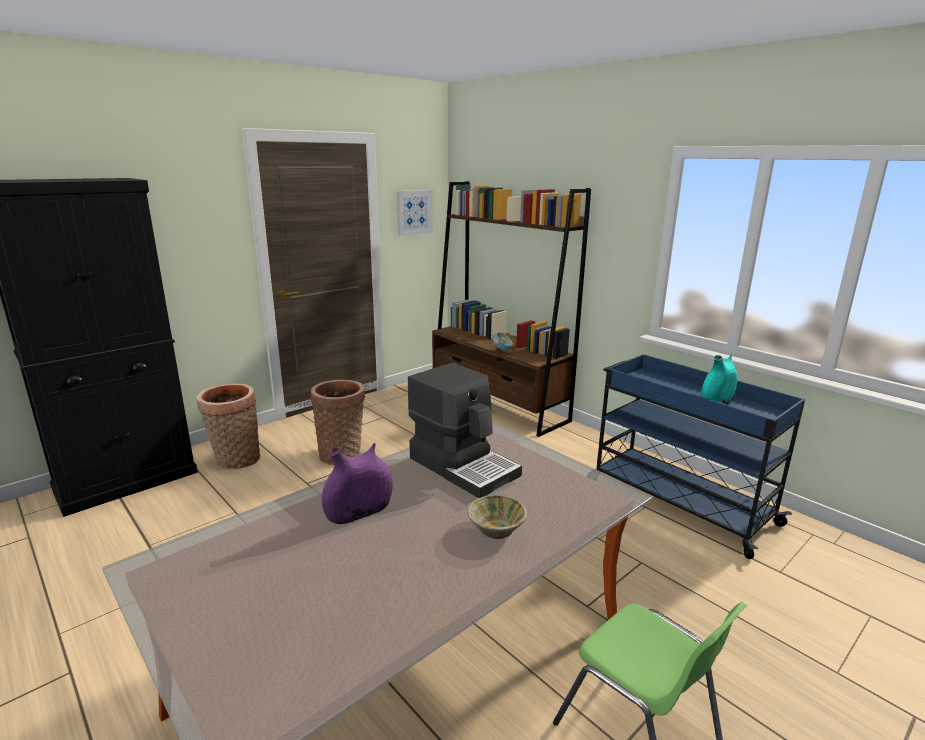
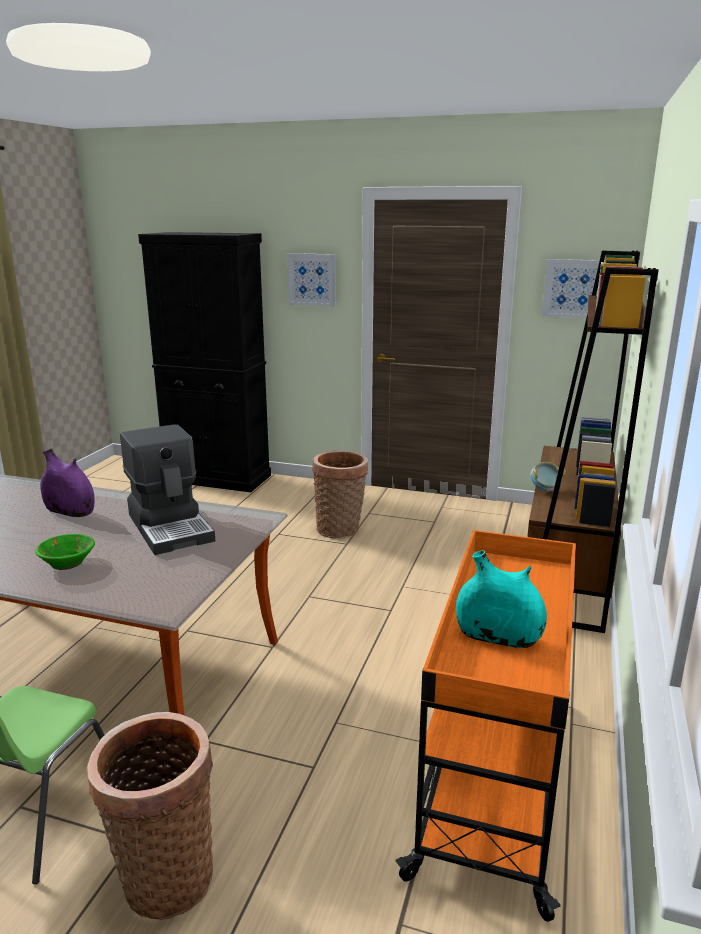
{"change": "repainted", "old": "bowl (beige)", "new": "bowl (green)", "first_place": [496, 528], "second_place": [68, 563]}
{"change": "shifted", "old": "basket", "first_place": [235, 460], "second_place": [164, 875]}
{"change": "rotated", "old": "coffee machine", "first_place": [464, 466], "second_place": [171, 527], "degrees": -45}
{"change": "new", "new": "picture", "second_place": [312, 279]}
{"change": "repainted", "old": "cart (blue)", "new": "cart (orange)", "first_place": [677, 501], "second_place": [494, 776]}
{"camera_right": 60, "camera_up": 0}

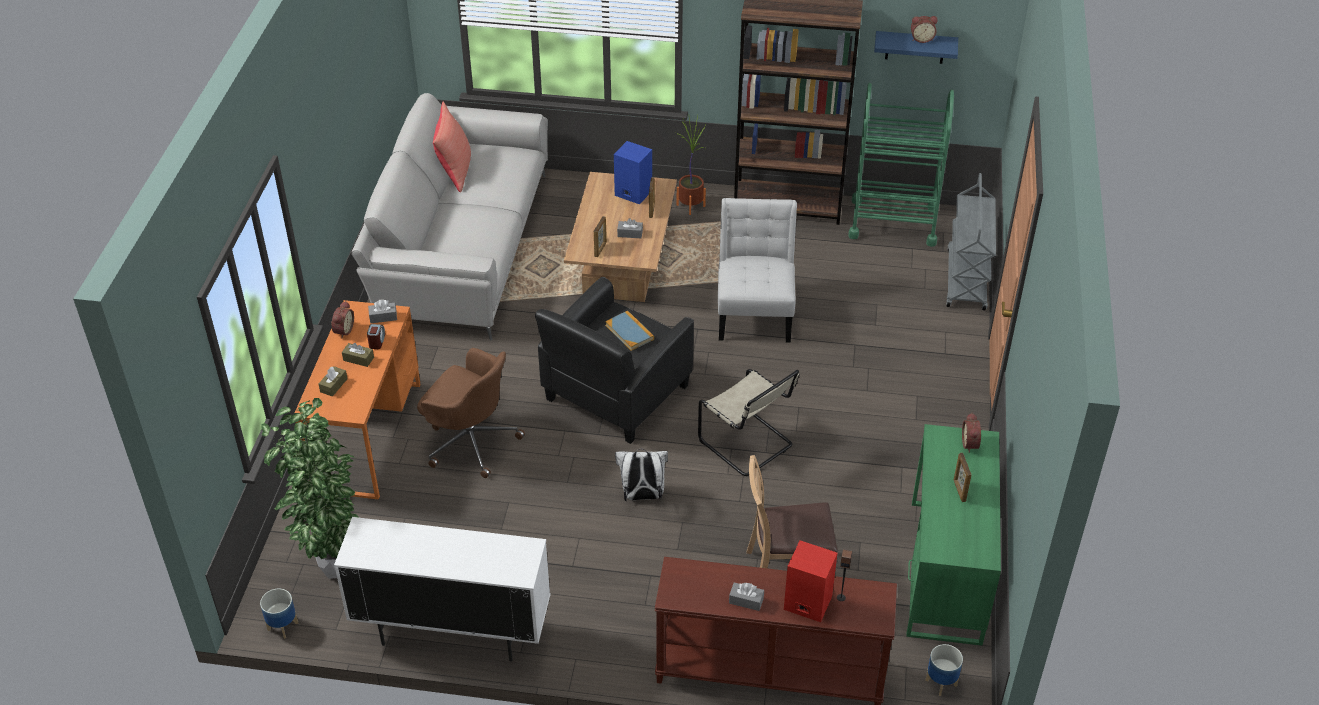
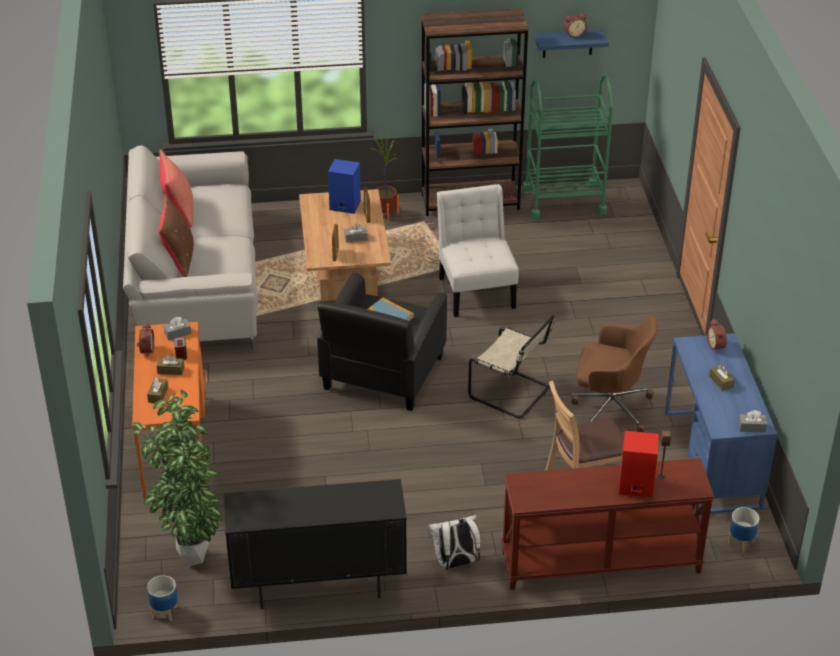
{"change": "new", "new": "pillow (brown)", "second_place": [179, 258]}
{"change": "repainted", "old": "cabinet (white)", "new": "cabinet (black)", "first_place": [452, 631], "second_place": [318, 585]}
{"change": "shifted", "old": "backpack (white)", "first_place": [642, 496], "second_place": [455, 563]}
{"change": "shifted", "old": "office chair (brown)", "first_place": [470, 440], "second_place": [609, 407]}
{"change": "repainted", "old": "desk (green)", "new": "desk (blue)", "first_place": [945, 571], "second_place": [711, 459]}
{"change": "swapped", "old": "picture frame", "new": "tissue box (brown)", "first_place": [959, 490], "second_place": [721, 381]}
{"change": "shifted", "old": "tissue box (grey)", "first_place": [746, 600], "second_place": [752, 427]}
{"change": "gone", "old": "cart (grey)", "first_place": [966, 280]}
{"camera_right": -15, "camera_up": -5}

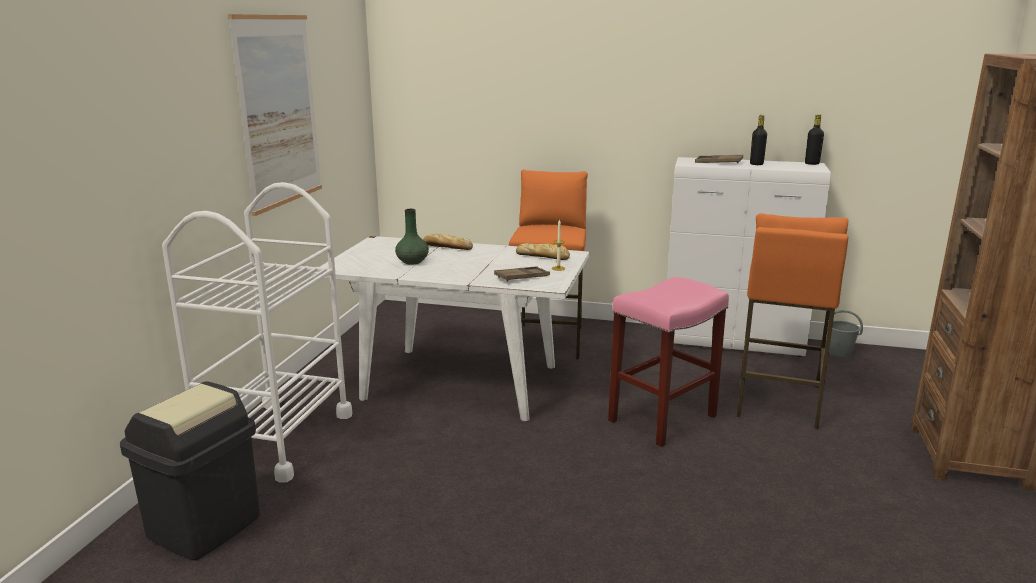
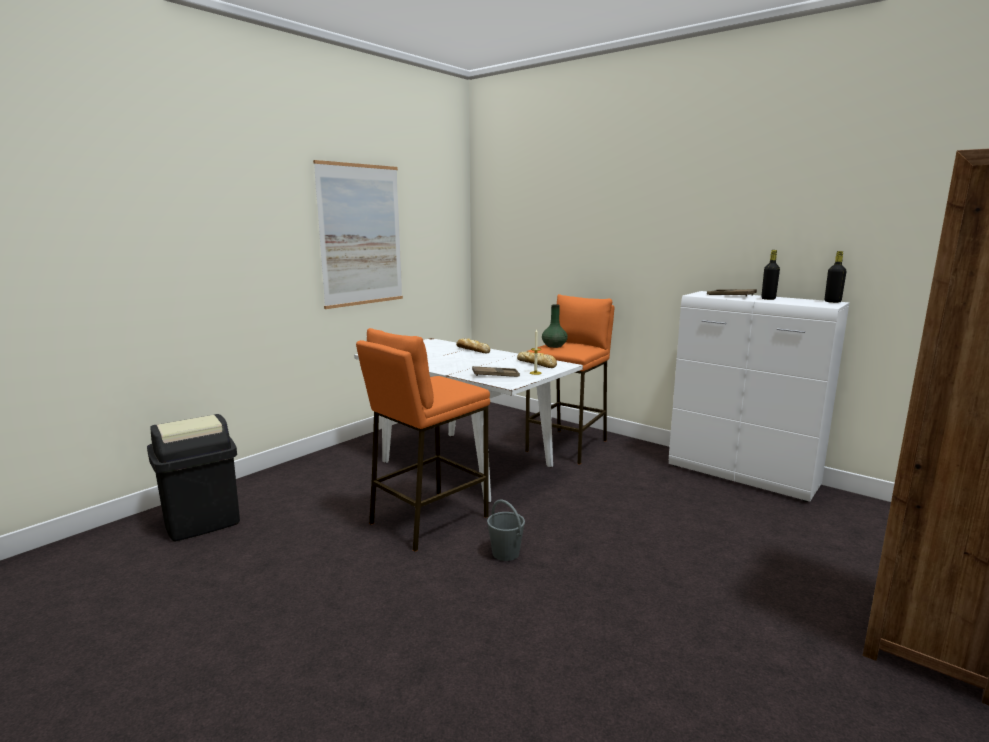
{"change": "shifted", "old": "stool (orange)", "first_place": [777, 401], "second_place": [428, 519]}
{"change": "shifted", "old": "bucket (grey)", "first_place": [840, 353], "second_place": [506, 554]}
{"change": "shifted", "old": "vase (green)", "first_place": [412, 261], "second_place": [554, 346]}
{"change": "gone", "old": "cart (white)", "first_place": [276, 439]}
{"change": "gone", "old": "stool (pink)", "first_place": [662, 419]}
{"camera_right": 25, "camera_up": -5}

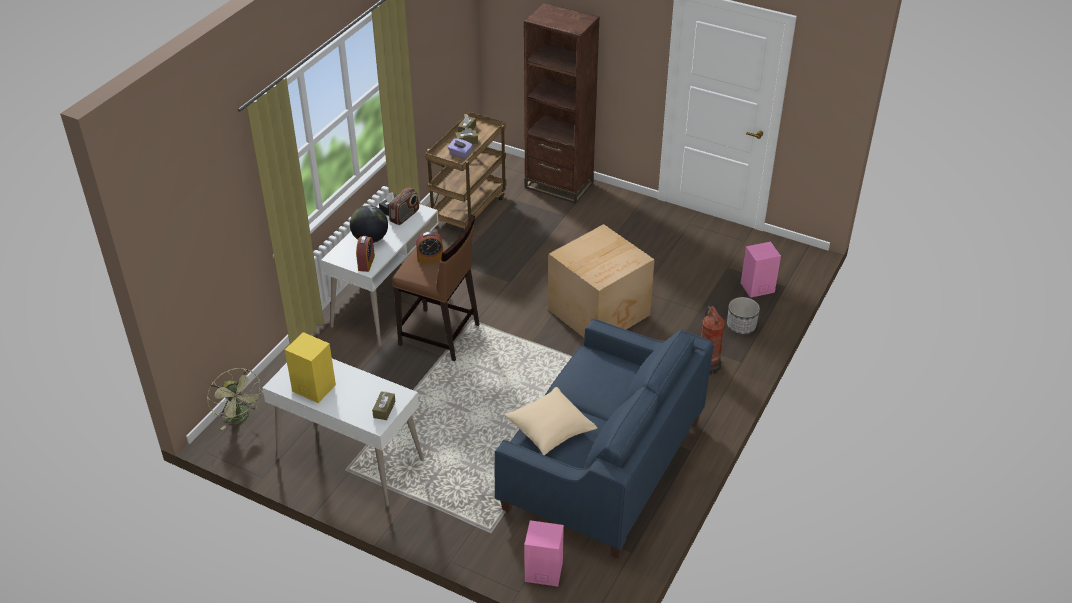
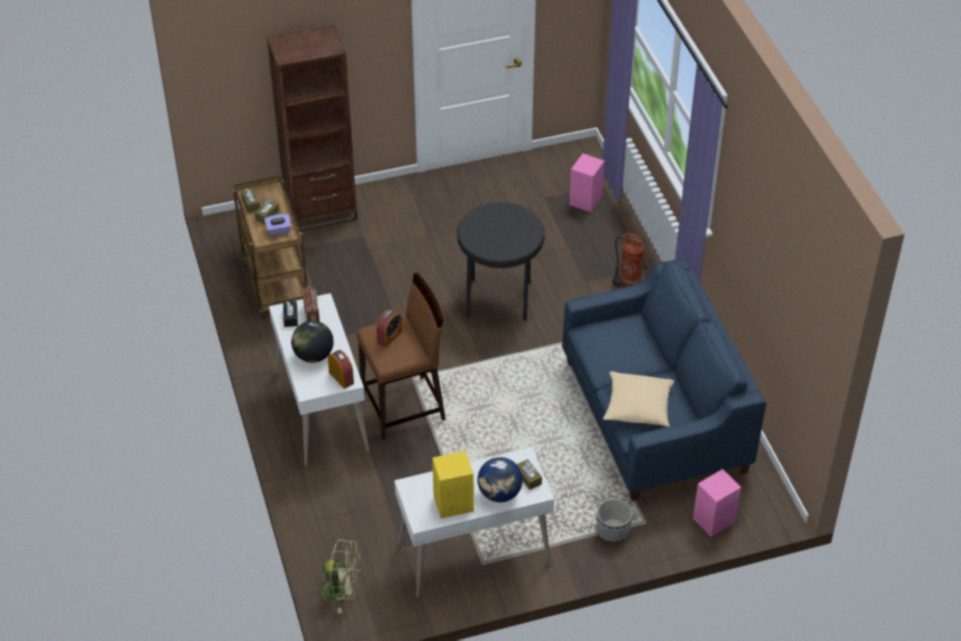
{"change": "swapped", "old": "cardboard box", "new": "stool (black)", "first_place": [600, 312], "second_place": [500, 300]}
{"change": "new", "new": "globe", "second_place": [499, 494]}
{"change": "shifted", "old": "planter", "first_place": [741, 326], "second_place": [612, 531]}
{"camera_right": -45, "camera_up": 5}

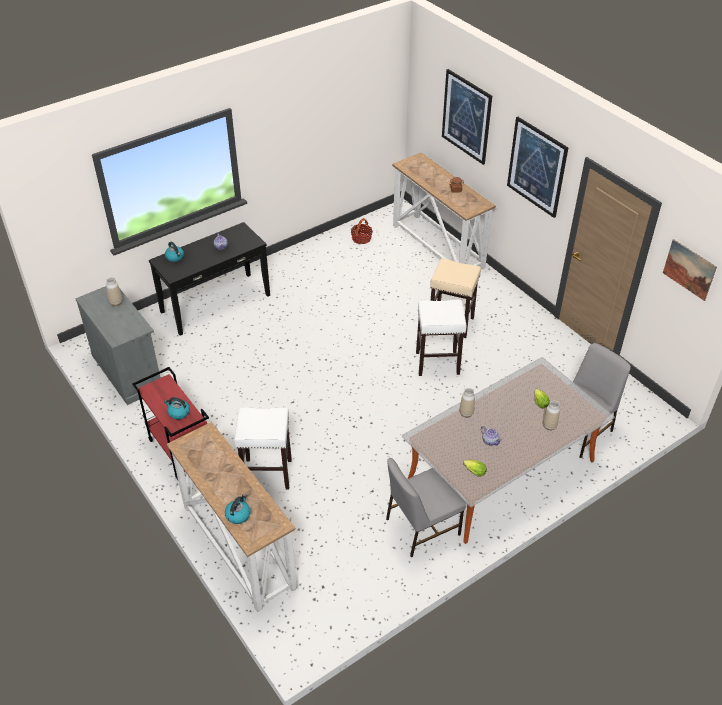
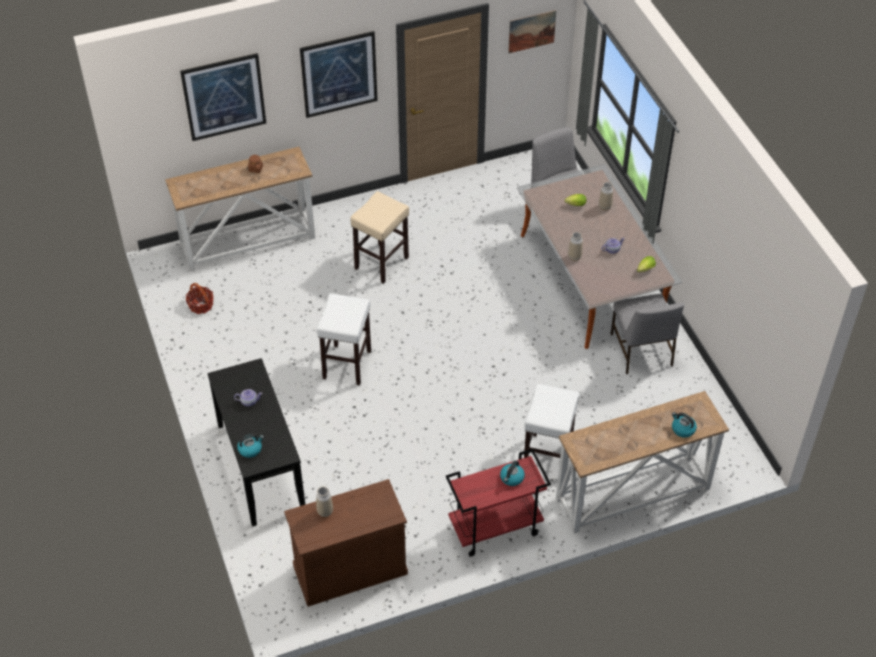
{"change": "repainted", "old": "cabinet (grey)", "new": "cabinet (brown)", "first_place": [127, 371], "second_place": [350, 569]}
{"change": "shifted", "old": "stool (white)", "first_place": [438, 363], "second_place": [347, 364]}
{"camera_right": -75, "camera_up": 5}

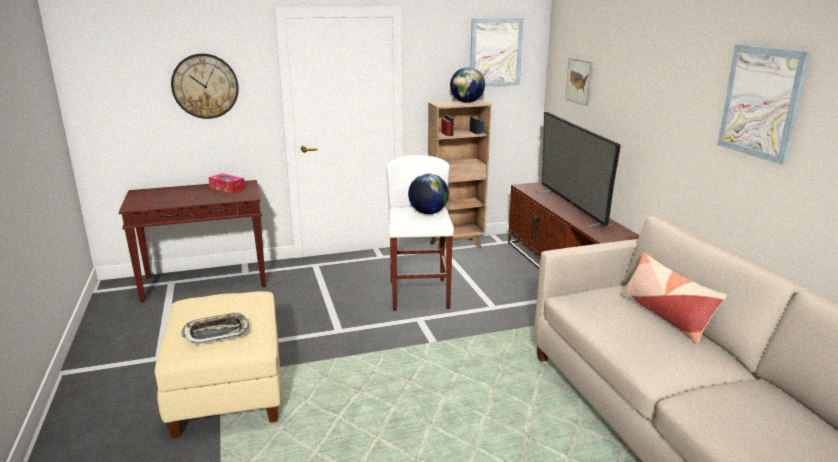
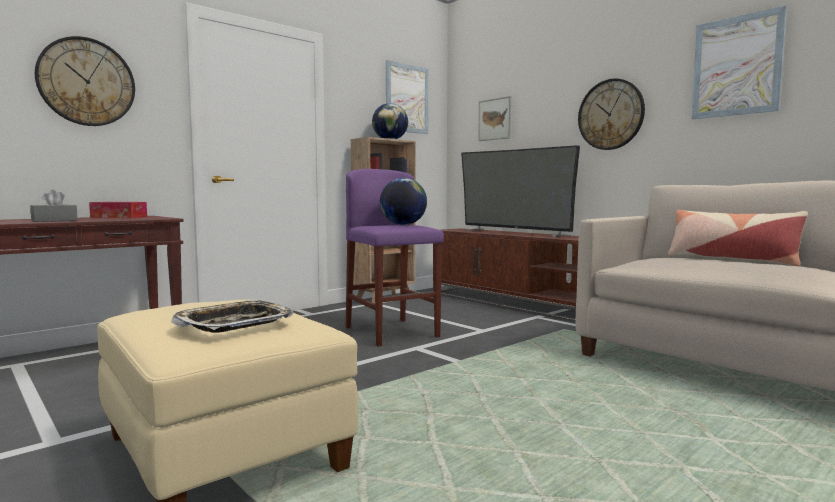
{"change": "new", "new": "tissue box (grey)", "second_place": [54, 221]}
{"change": "repainted", "old": "stool (white)", "new": "stool (purple)", "first_place": [419, 294], "second_place": [391, 332]}
{"change": "new", "new": "wall clock", "second_place": [610, 114]}
{"camera_right": -25, "camera_up": -15}

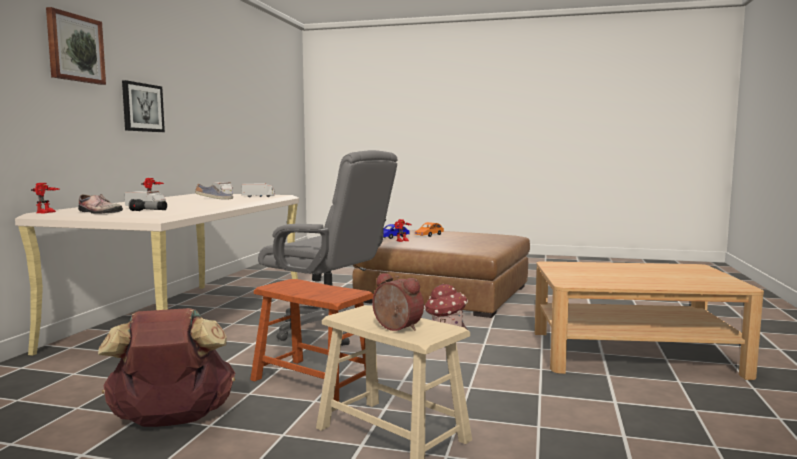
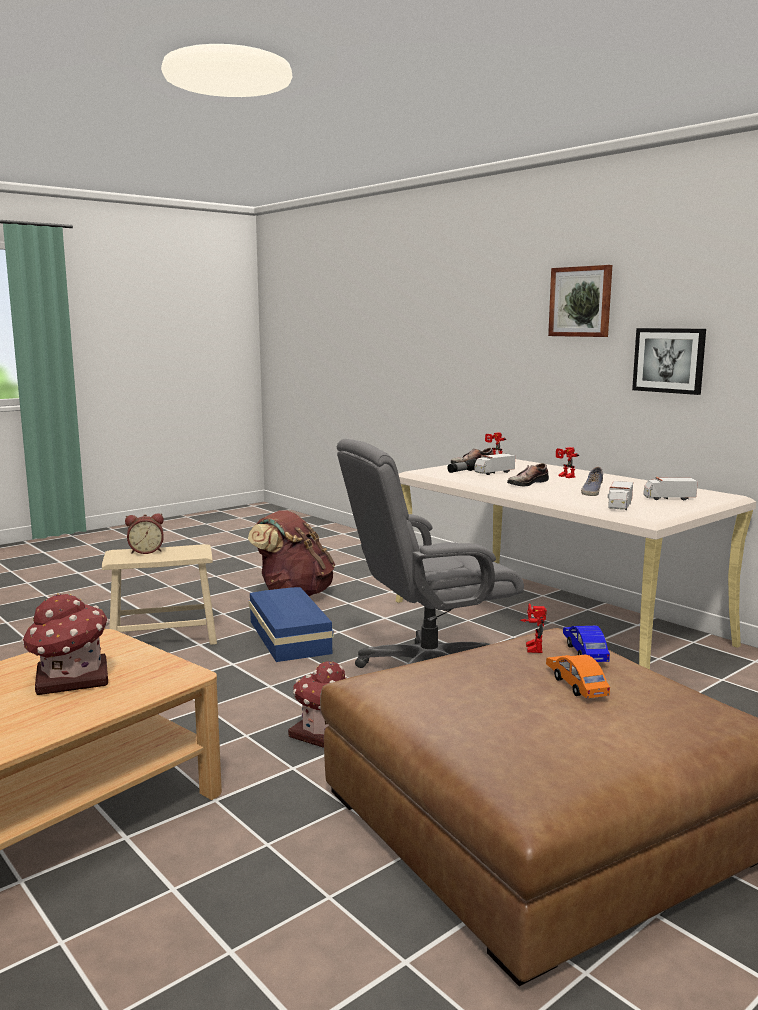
{"change": "new", "new": "toy house", "second_place": [70, 679]}
{"change": "swapped", "old": "stool (brown)", "new": "storage box (blue)", "first_place": [314, 381], "second_place": [290, 636]}
{"change": "new", "new": "shoe", "second_place": [526, 483]}
{"camera_right": 125, "camera_up": 5}

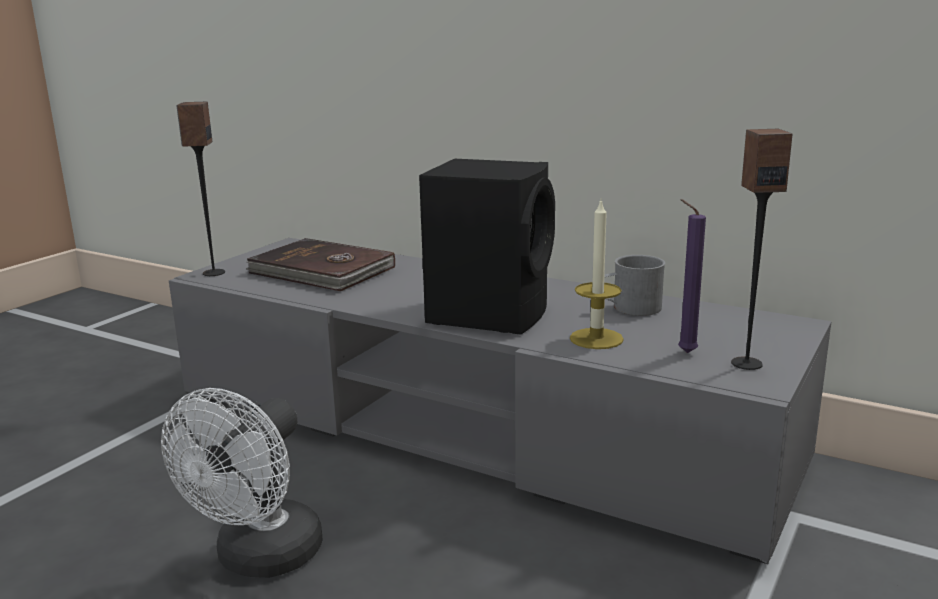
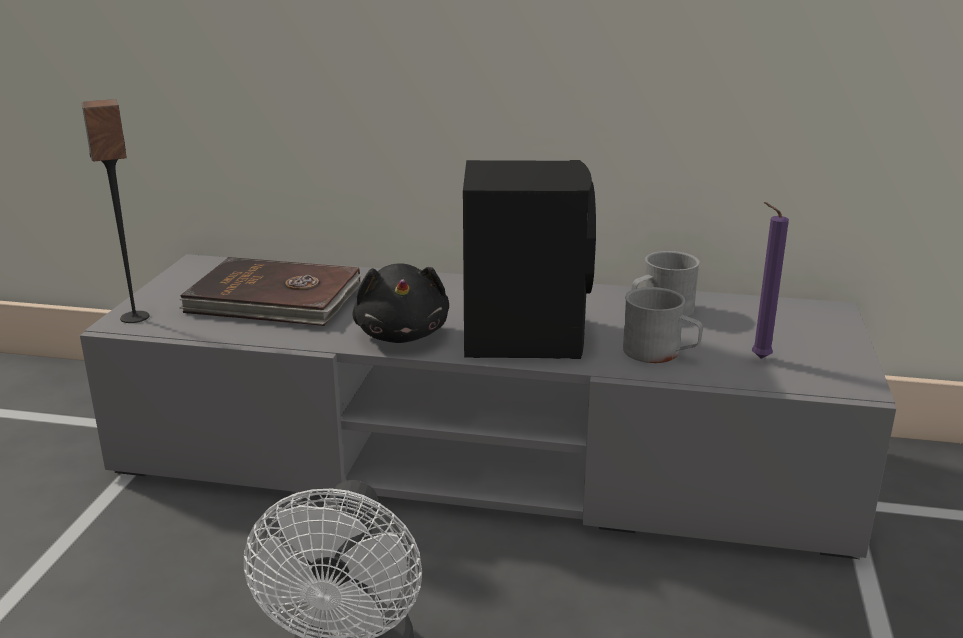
{"change": "new", "new": "plush toy (black)", "second_place": [402, 334]}
{"change": "swapped", "old": "candle", "new": "mug (grey)", "first_place": [596, 338], "second_place": [660, 353]}
{"change": "gone", "old": "speaker", "first_place": [746, 363]}
{"camera_right": -20, "camera_up": 5}

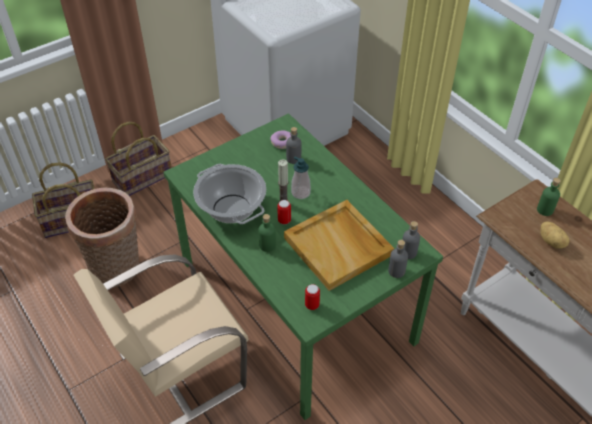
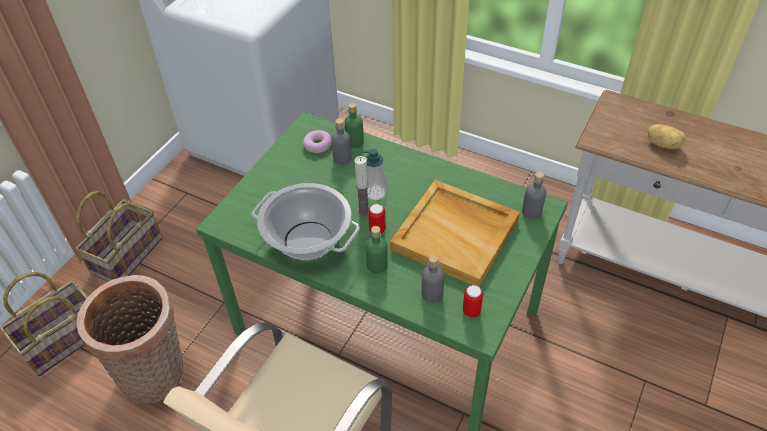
{"change": "shifted", "old": "bottle (green)", "first_place": [545, 210], "second_place": [355, 142]}
{"change": "shifted", "old": "bottle (grey)", "first_place": [396, 271], "second_place": [432, 294]}
{"camera_right": -25, "camera_up": 0}

